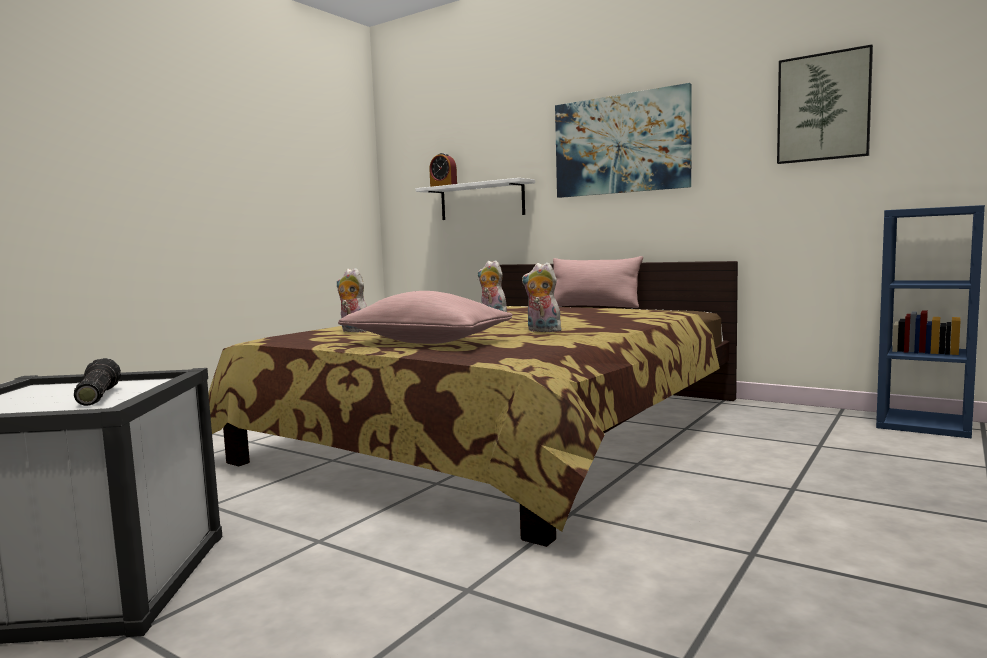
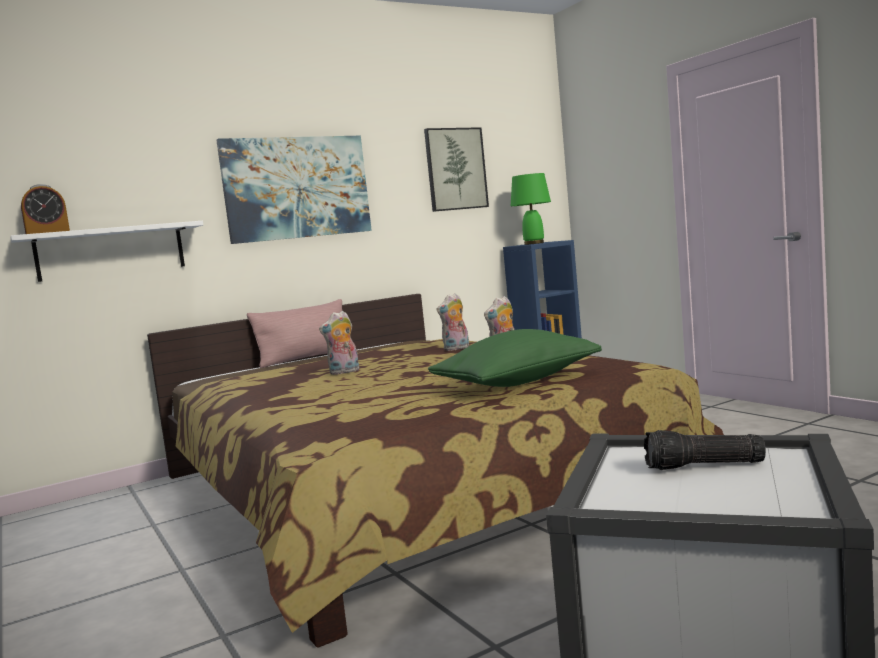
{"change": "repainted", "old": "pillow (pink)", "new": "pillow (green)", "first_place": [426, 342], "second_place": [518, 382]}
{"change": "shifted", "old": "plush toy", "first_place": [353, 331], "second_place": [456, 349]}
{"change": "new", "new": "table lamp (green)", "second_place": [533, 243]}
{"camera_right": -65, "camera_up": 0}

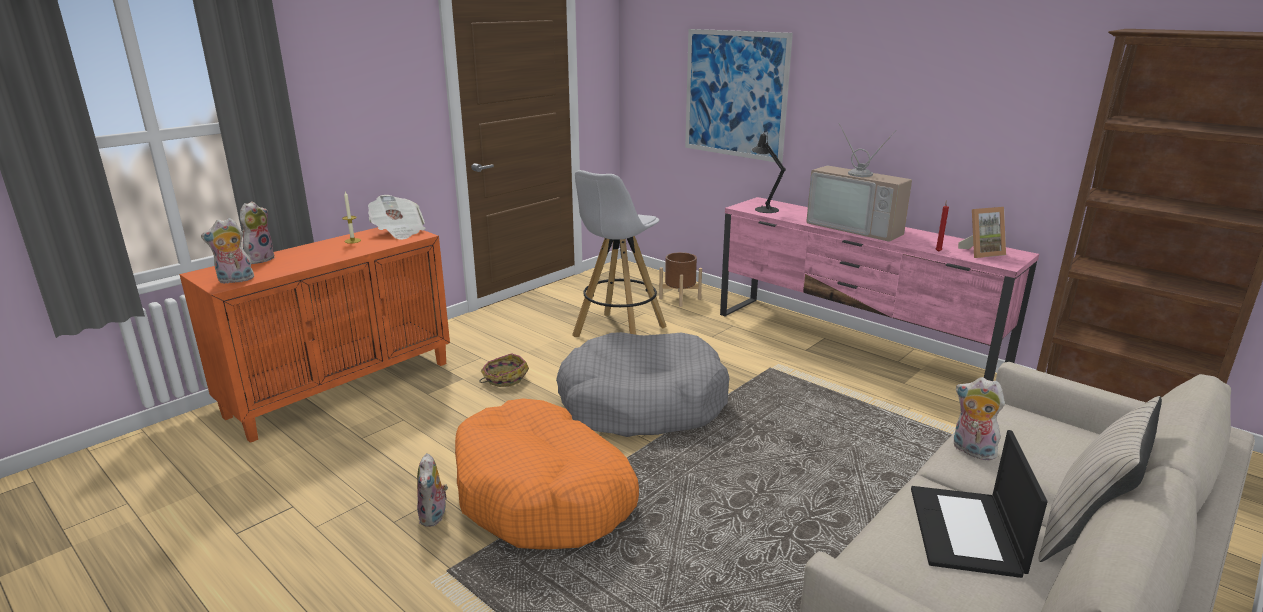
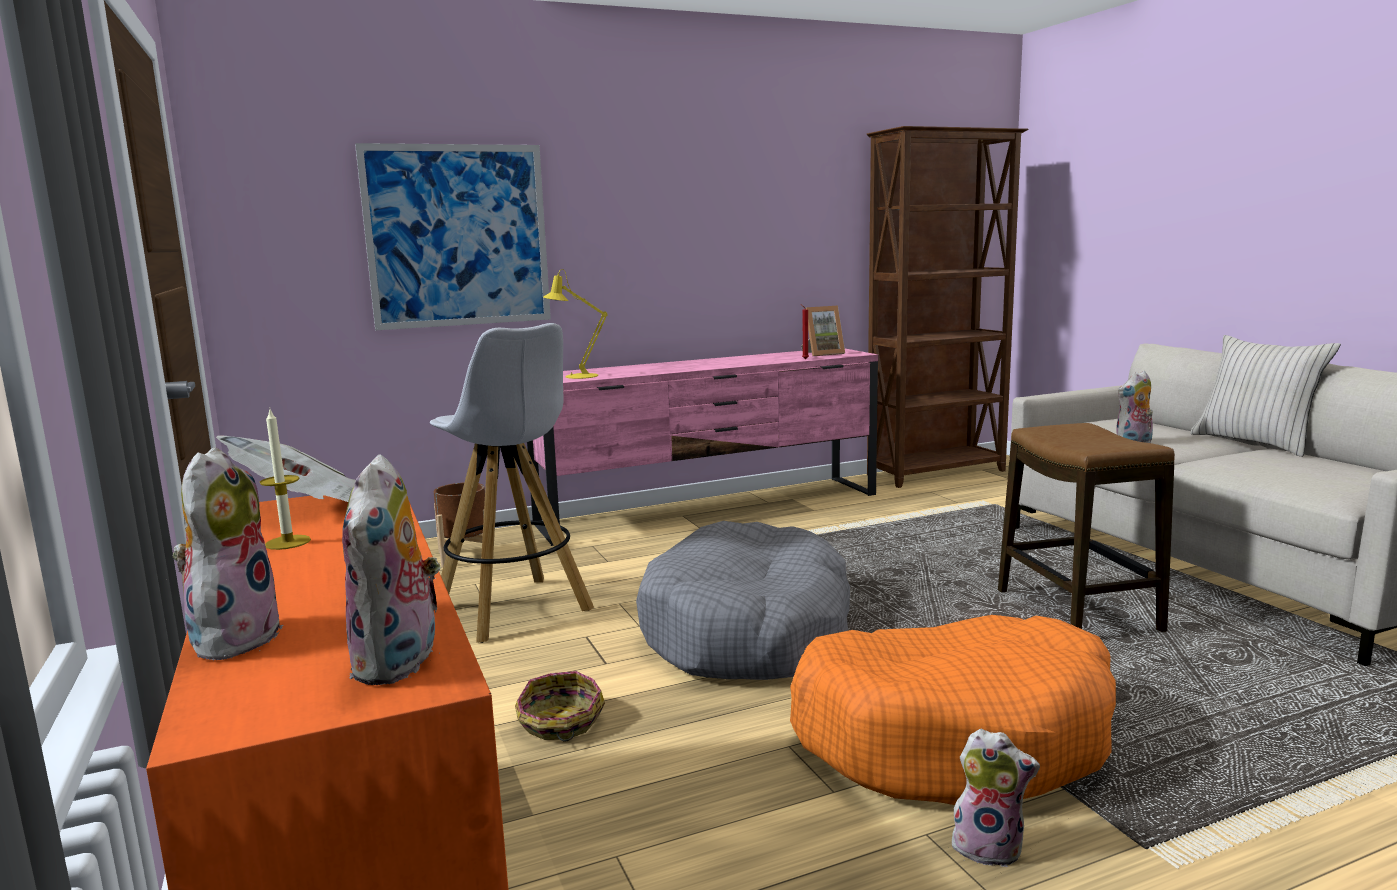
{"change": "rotated", "old": "plush toy", "first_place": [260, 259], "second_place": [234, 637], "degrees": 45}
{"change": "repainted", "old": "table lamp (black)", "new": "table lamp (yellow)", "first_place": [764, 209], "second_place": [576, 376]}
{"change": "rotated", "old": "picture frame", "first_place": [981, 253], "second_place": [822, 354], "degrees": 60}
{"change": "new", "new": "stool", "second_place": [1077, 611]}
{"change": "gone", "old": "television", "first_place": [857, 227]}
{"change": "gone", "old": "laptop", "first_place": [966, 531]}
{"camera_right": -65, "camera_up": -10}

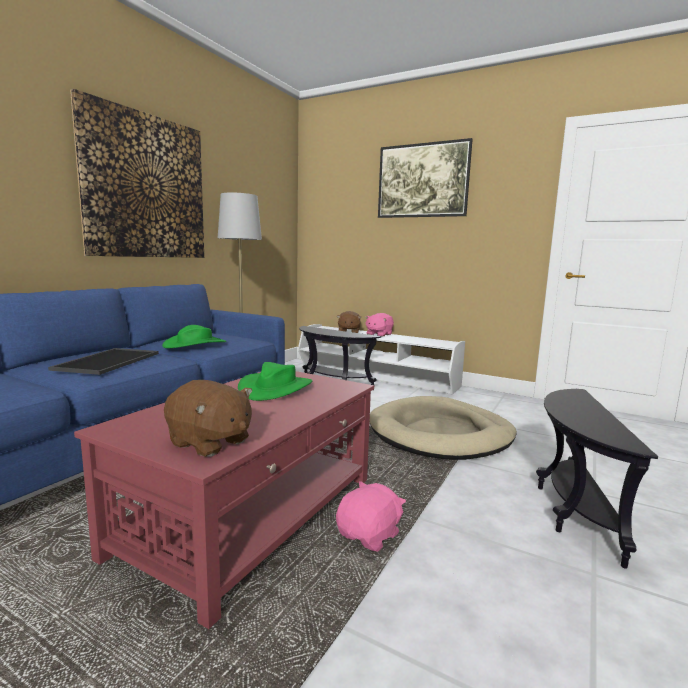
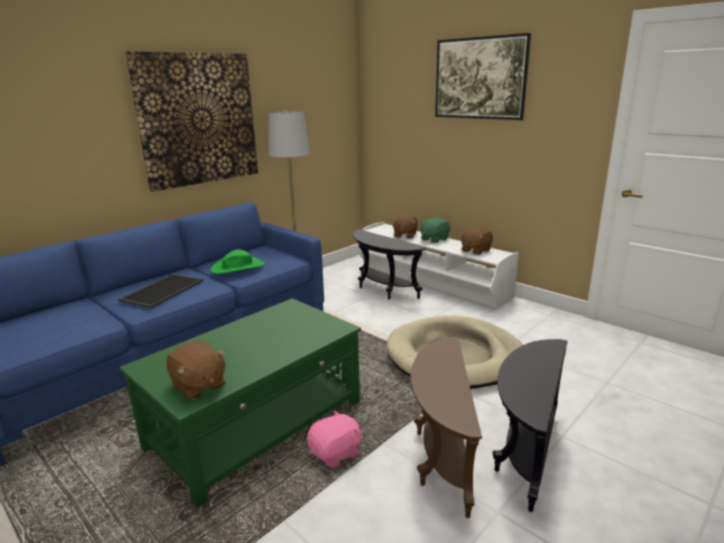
{"change": "repainted", "old": "coffee table (red)", "new": "coffee table (green)", "first_place": [253, 514], "second_place": [258, 424]}
{"change": "new", "new": "side table (brown)", "second_place": [441, 457]}
{"change": "repainted", "old": "plush toy (pink)", "new": "plush toy (green)", "first_place": [378, 334], "second_place": [434, 239]}
{"change": "new", "new": "plush toy (brown)", "second_place": [475, 250]}
{"change": "gone", "old": "hat (green)", "first_place": [275, 388]}
{"camera_right": 15, "camera_up": 10}

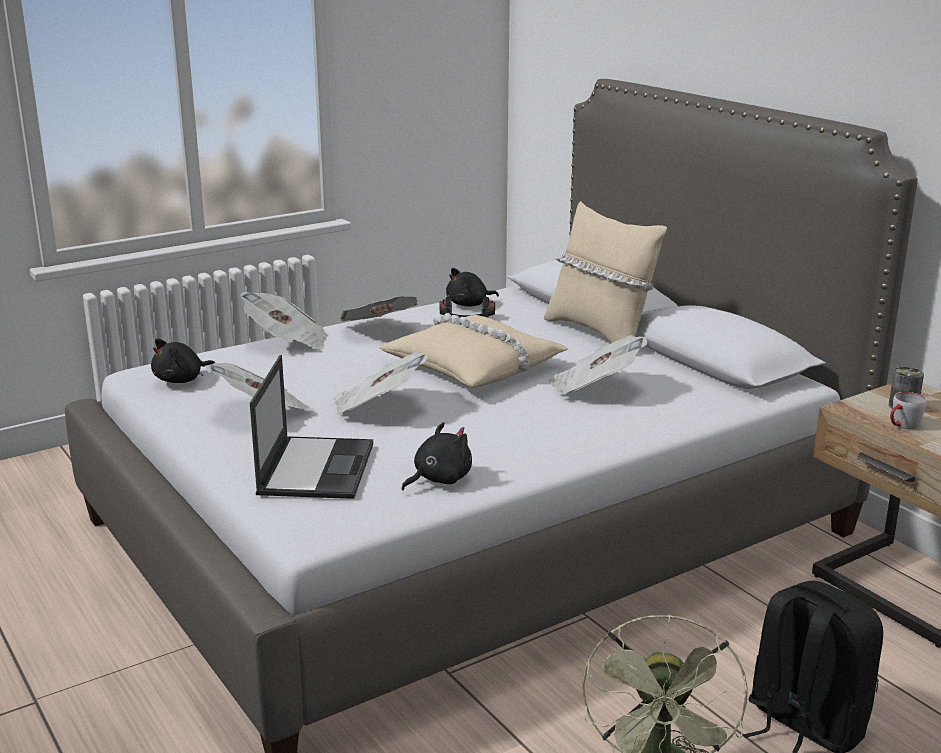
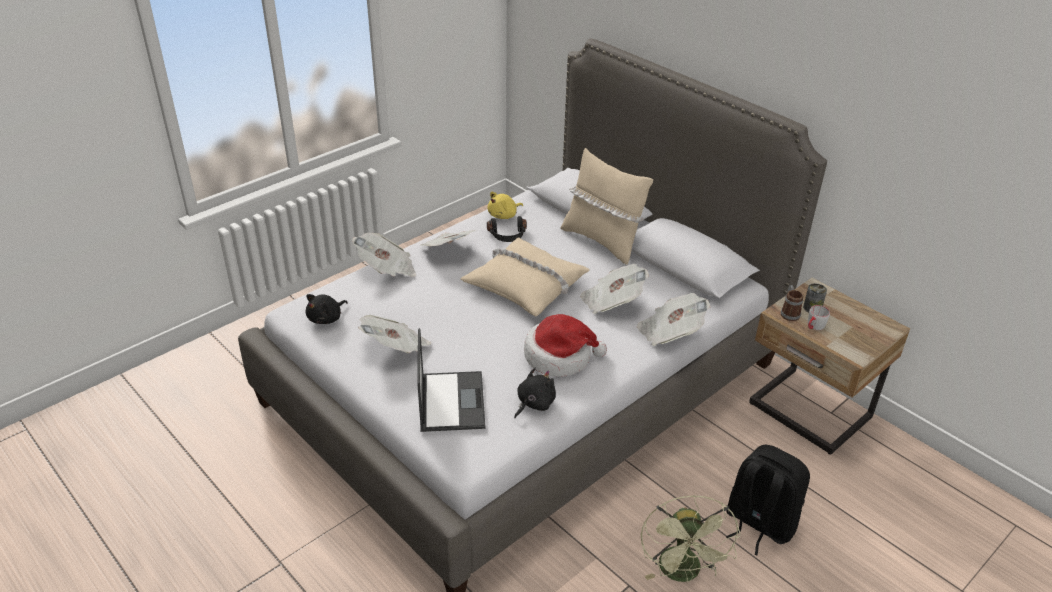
{"change": "repainted", "old": "plush toy (black)", "new": "plush toy (yellow)", "first_place": [469, 304], "second_place": [504, 215]}
{"change": "new", "new": "hat", "second_place": [559, 356]}
{"change": "shifted", "old": "newspaper", "first_place": [378, 406], "second_place": [670, 332]}
{"change": "new", "new": "mug", "second_place": [789, 312]}
{"camera_right": -10, "camera_up": 15}

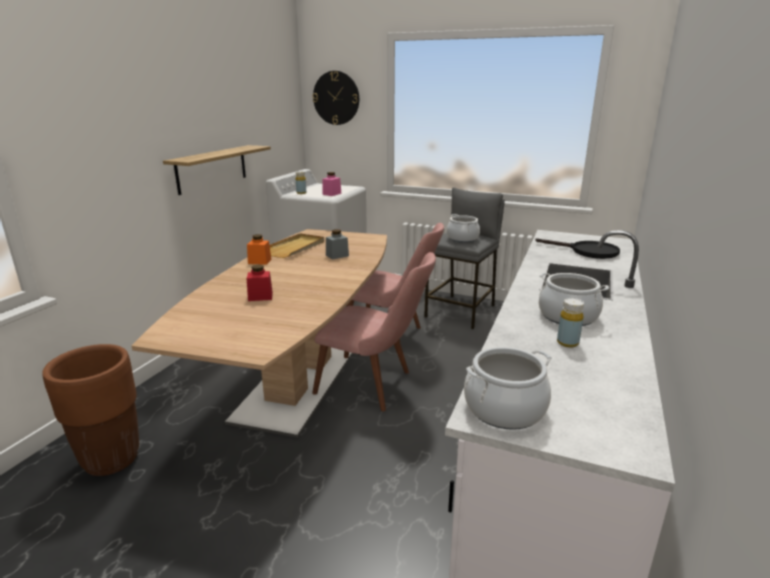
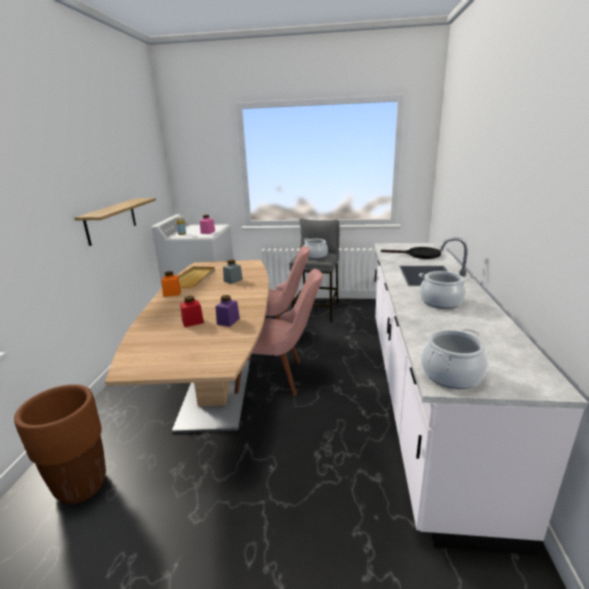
{"change": "new", "new": "jar (purple)", "second_place": [228, 321]}
{"change": "gone", "old": "wall clock", "first_place": [336, 98]}
{"change": "gone", "old": "bottle (yellow)", "first_place": [567, 343]}
{"camera_right": -15, "camera_up": 0}

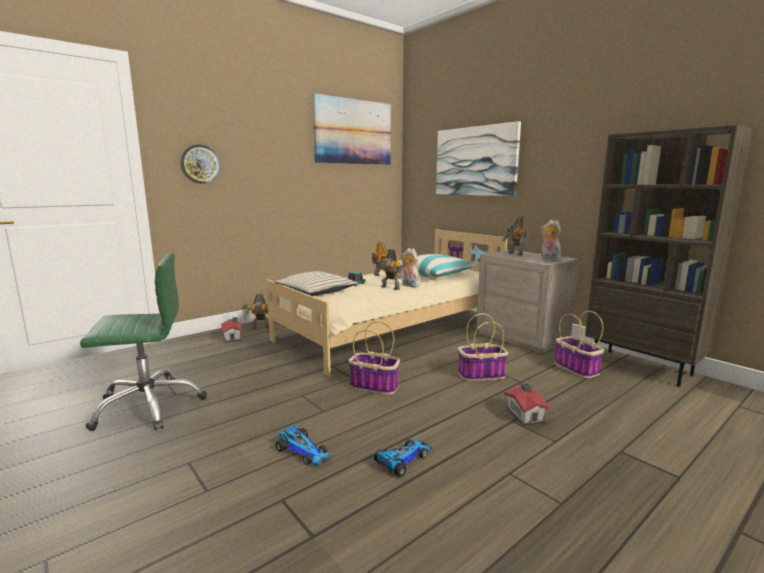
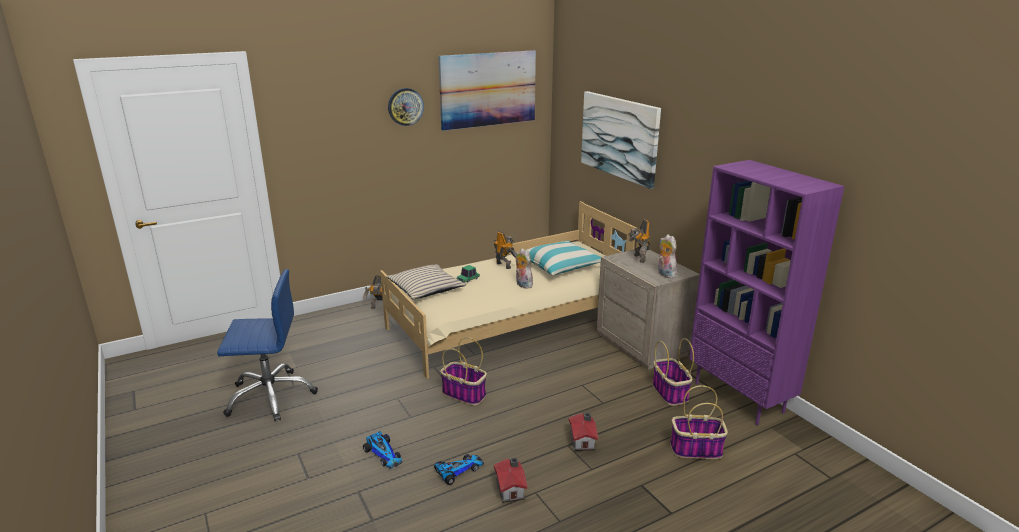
{"change": "repainted", "old": "office chair (green)", "new": "office chair (blue)", "first_place": [149, 406], "second_place": [270, 396]}
{"change": "shifted", "old": "wall clock", "first_place": [200, 164], "second_place": [405, 106]}
{"change": "shifted", "old": "toy house", "first_place": [232, 337], "second_place": [511, 488]}
{"change": "shifted", "old": "basket", "first_place": [481, 375], "second_place": [695, 449]}
{"change": "repainted", "old": "bookcase (brown)", "new": "bookcase (purple)", "first_place": [642, 367], "second_place": [740, 397]}
{"change": "gone", "old": "toy robot", "first_place": [389, 288]}
{"camera_right": 10, "camera_up": 10}

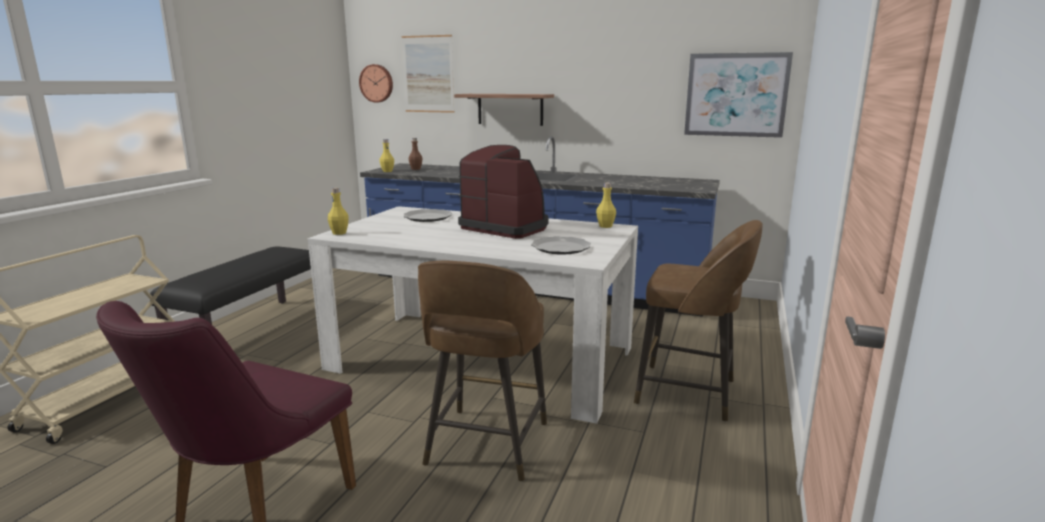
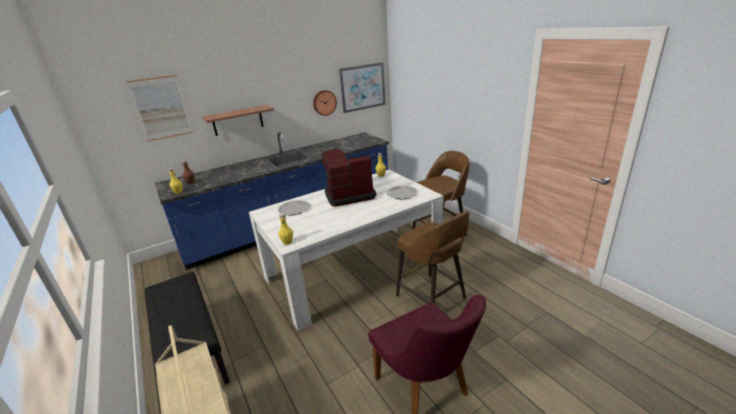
{"change": "shifted", "old": "wall clock", "first_place": [377, 83], "second_place": [324, 102]}
{"camera_right": -50, "camera_up": 10}

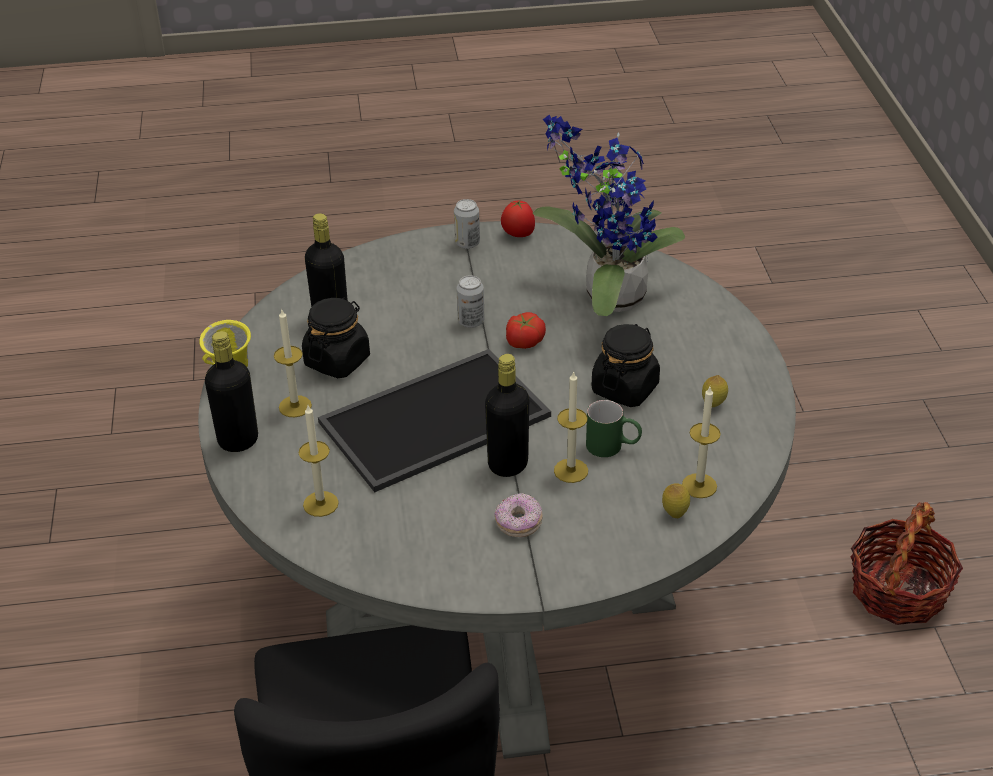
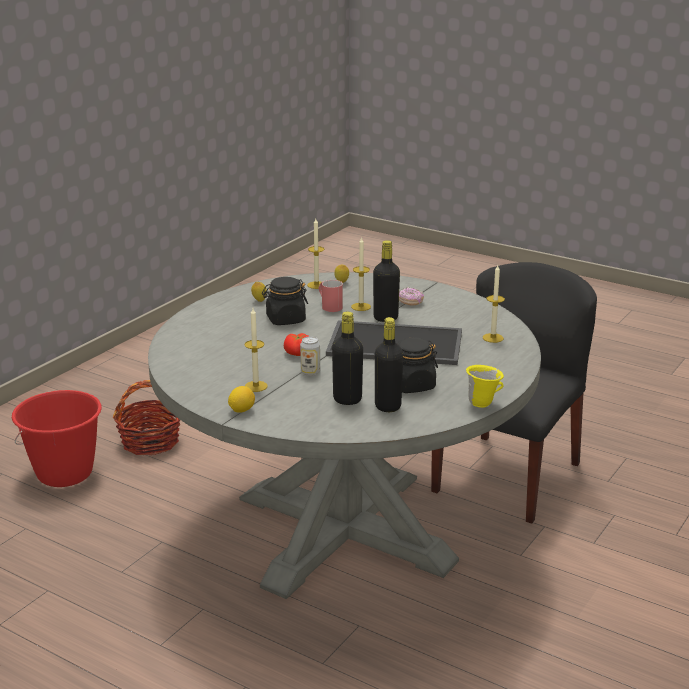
{"change": "new", "new": "bucket (red)", "second_place": [65, 473]}
{"change": "swapped", "old": "can", "new": "lemon", "first_place": [467, 243], "second_place": [241, 410]}
{"change": "shifted", "old": "candle", "first_place": [295, 406], "second_place": [256, 386]}
{"change": "repainted", "old": "mug (green)", "new": "mug (red)", "first_place": [613, 447], "second_place": [329, 306]}
{"change": "shifted", "old": "bottle (black)", "first_place": [238, 441], "second_place": [347, 399]}
{"change": "gone", "old": "tomato", "first_place": [518, 235]}
{"change": "gone", "old": "potted plant", "first_place": [607, 296]}
{"camera_right": -140, "camera_up": -15}

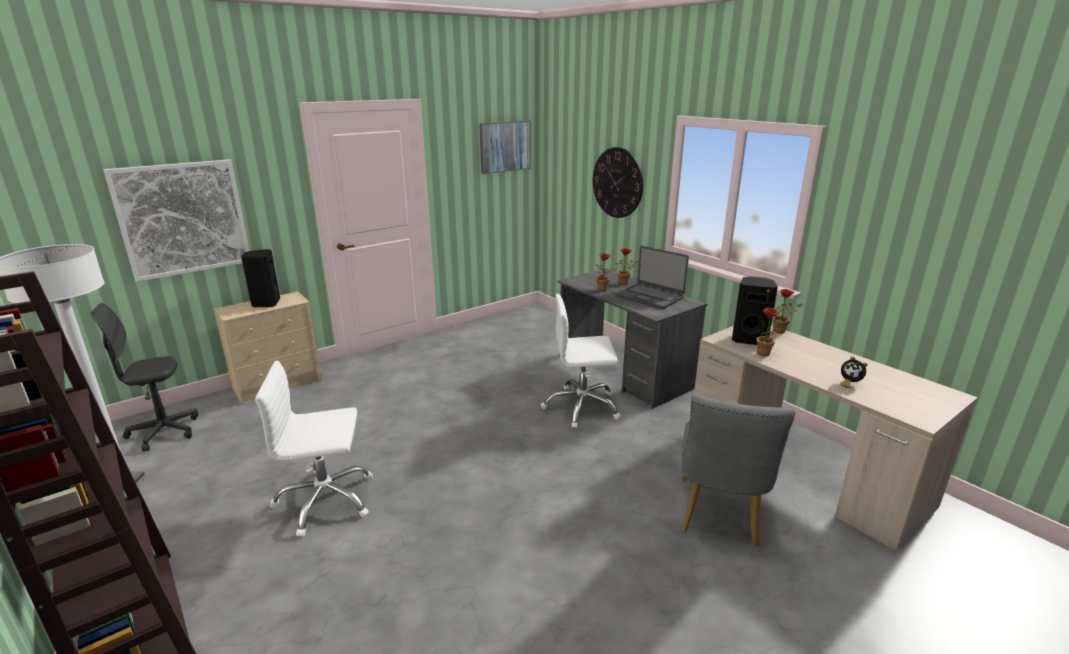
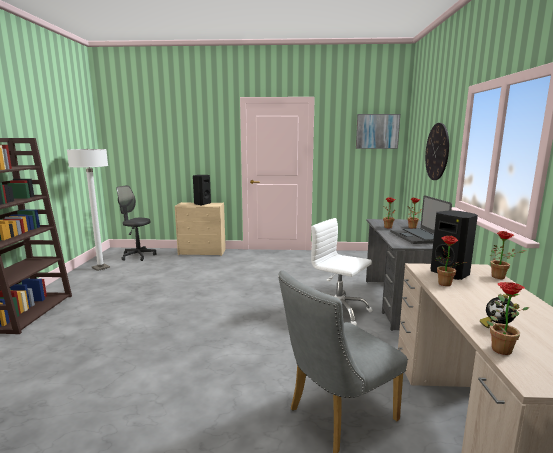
{"change": "new", "new": "potted plant", "second_place": [499, 347]}
{"change": "gone", "old": "picture", "first_place": [183, 219]}
{"change": "gone", "old": "office chair (white)", "first_place": [325, 500]}
{"camera_right": 40, "camera_up": -10}

